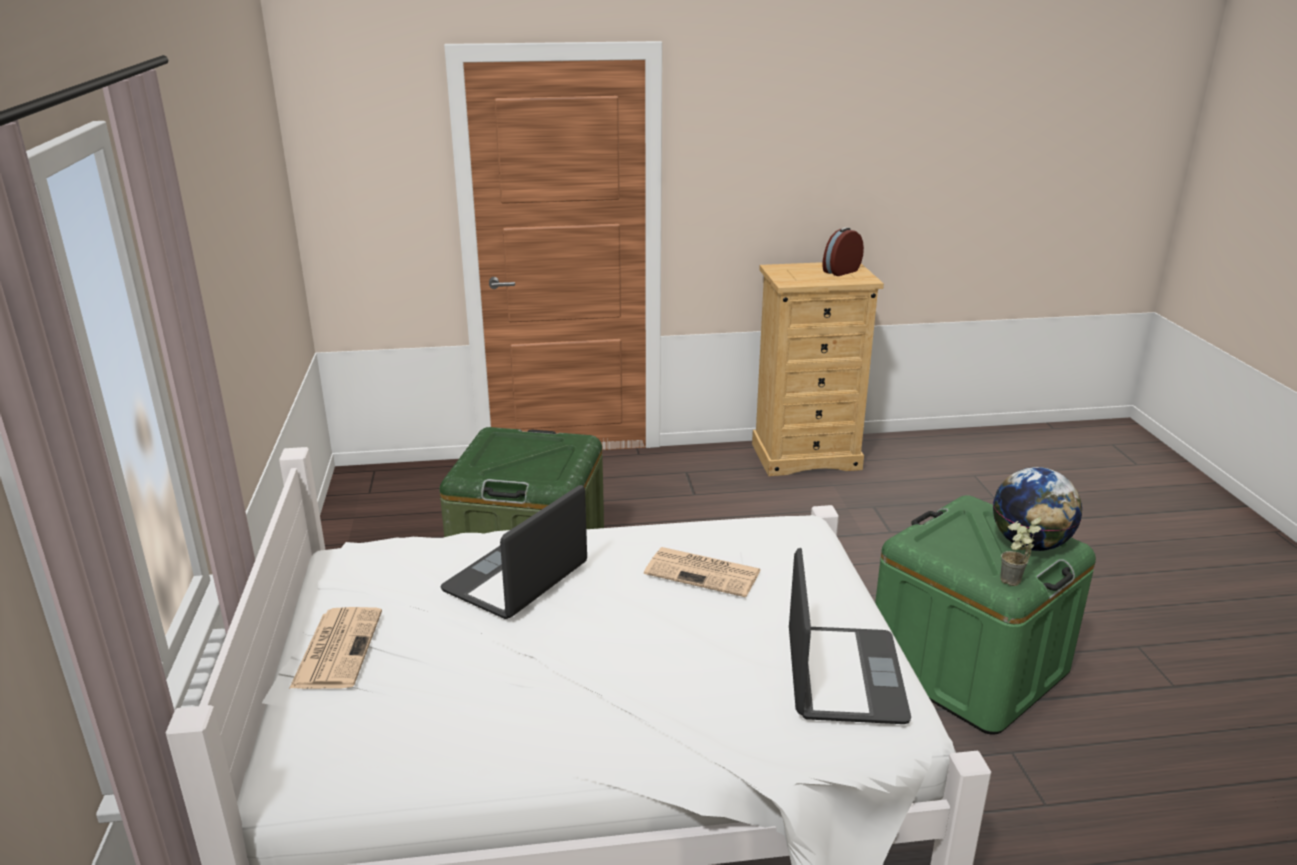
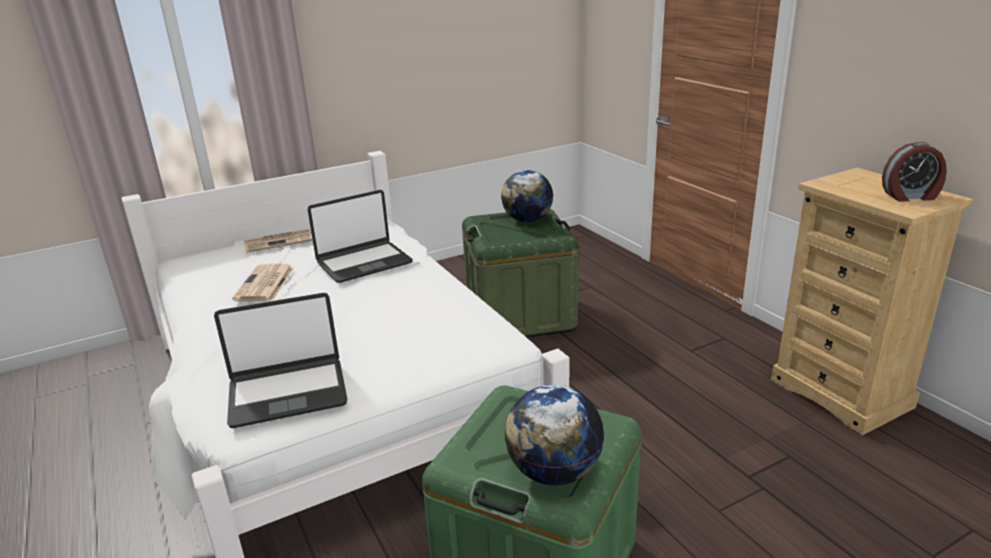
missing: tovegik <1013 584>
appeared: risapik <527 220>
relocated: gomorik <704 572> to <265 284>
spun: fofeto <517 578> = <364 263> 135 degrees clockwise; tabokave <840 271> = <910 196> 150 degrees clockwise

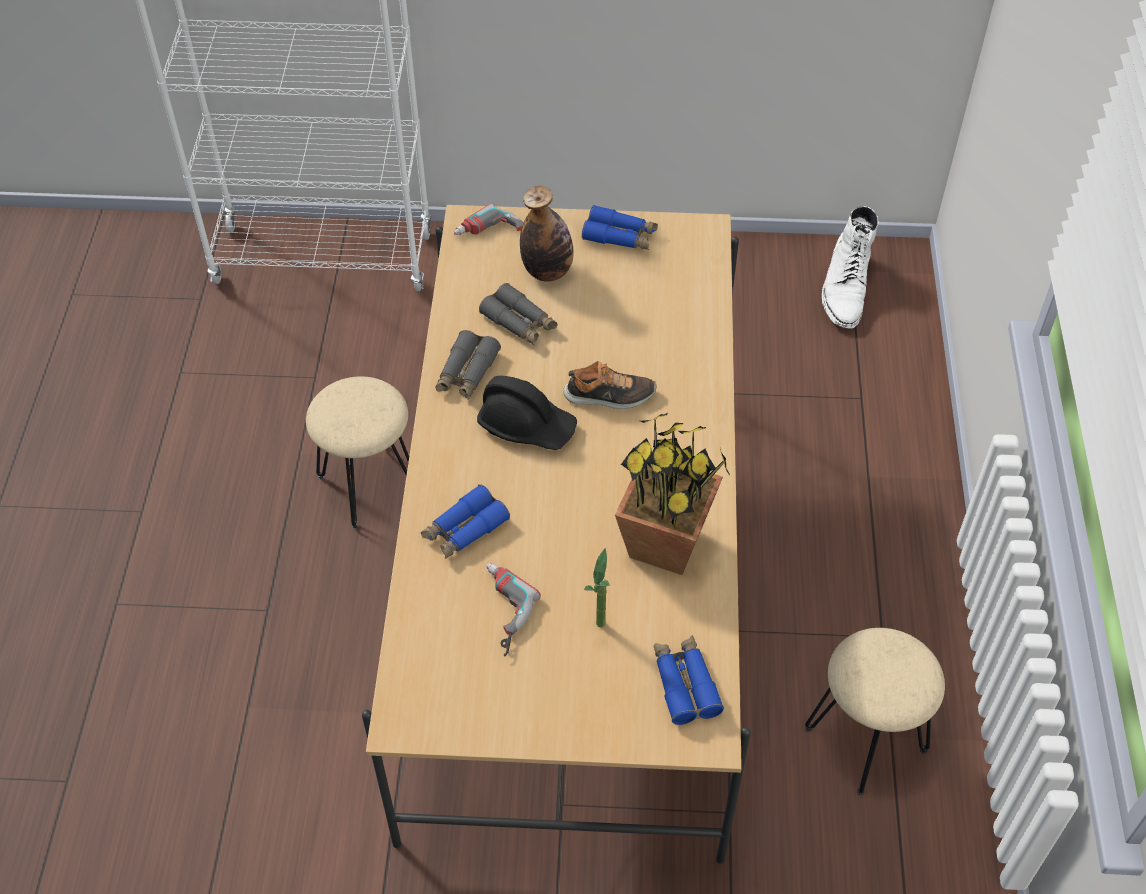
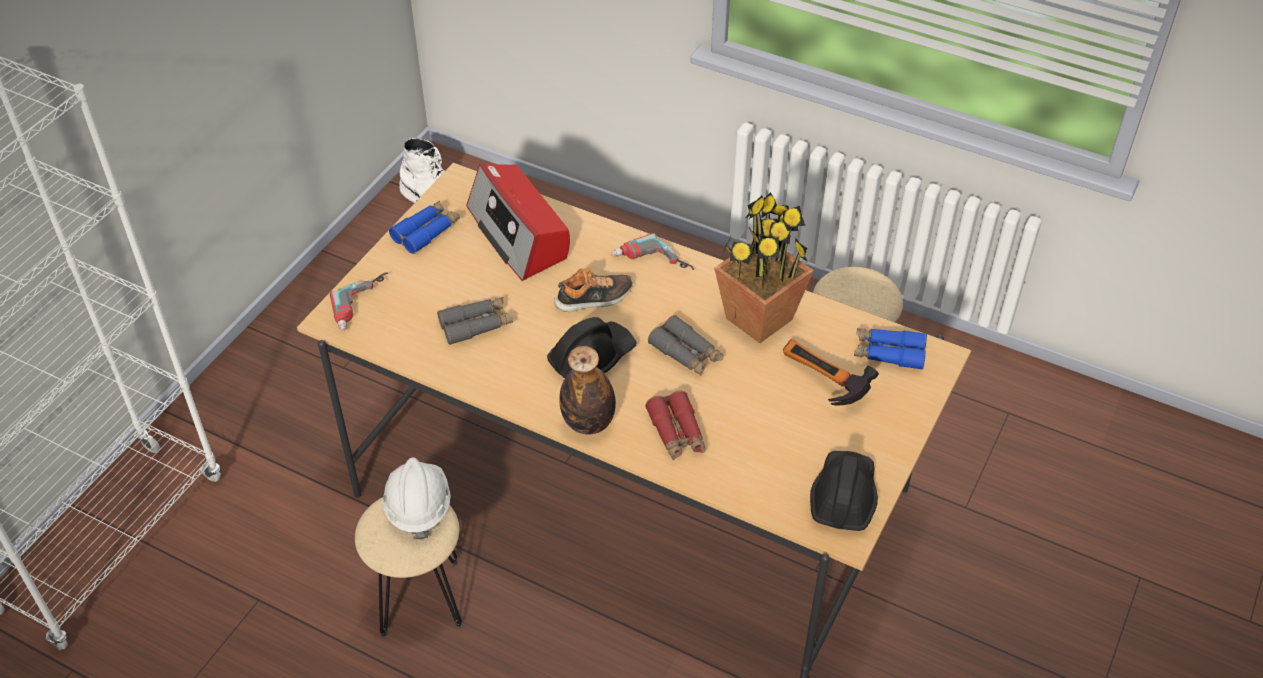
appeared: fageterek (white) <418 507>; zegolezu <519 234>; fageterek (black) <843 497>
relocated: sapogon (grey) <467 373> to <686 353>; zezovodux <498 611> to <651 264>; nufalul <547 271> to <588 423>
exchanged: tovegik <600 632> to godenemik <820 384>
colour: sapogon (blue) <465 529> to sapogon (red) <677 433>
spun: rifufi <609 396> = <594 298> 45 degrees clockwise

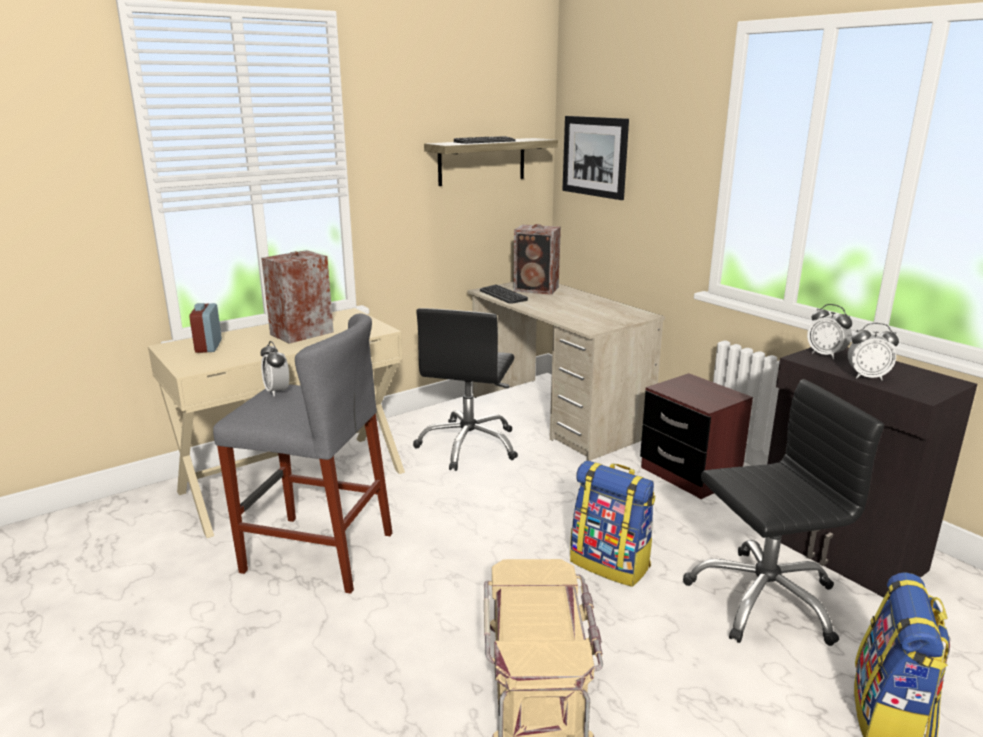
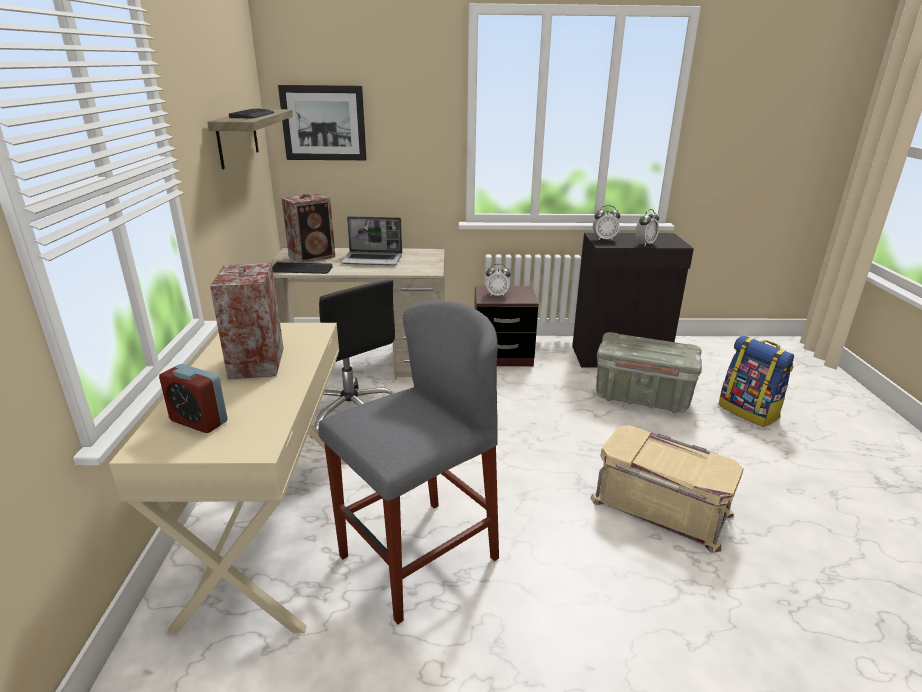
missing: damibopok <611 564>
appeared: fofeto <373 260>
relocated: tabokave <277 391> to <497 295>
exchanged: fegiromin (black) <763 598> to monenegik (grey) <642 397>

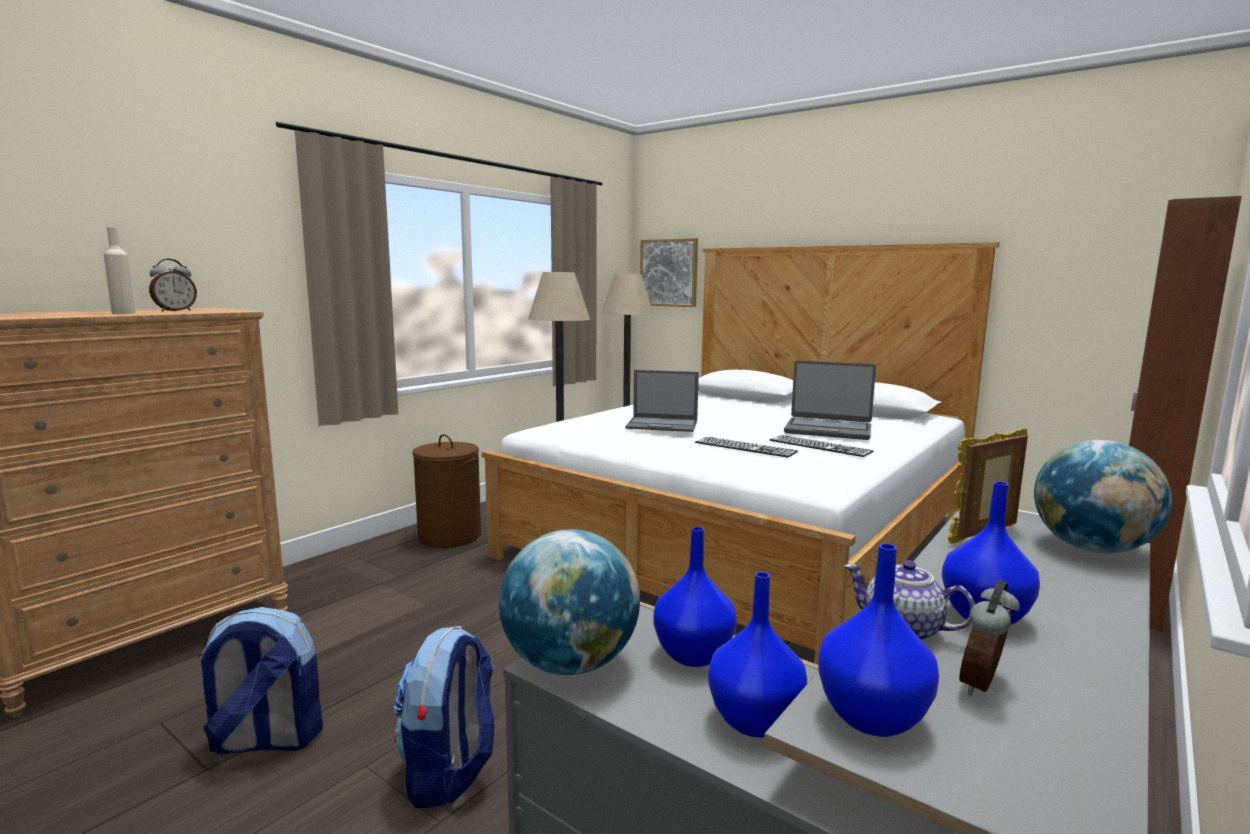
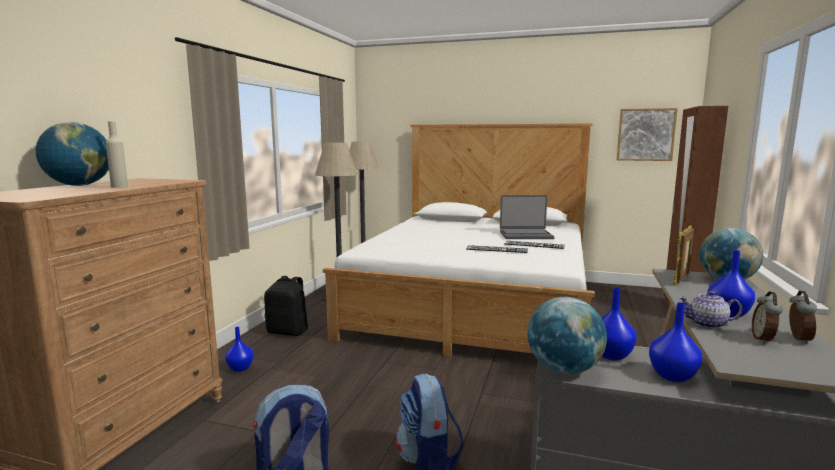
missing: fofeto <663 425>
appeared: risapik <79 186>
relocated: tabokave <175 311> to <797 339>; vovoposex <669 273> to <645 134>; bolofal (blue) <870 718> to <239 368>
exchanged: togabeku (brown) <450 536> to damibopok (black) <288 331>

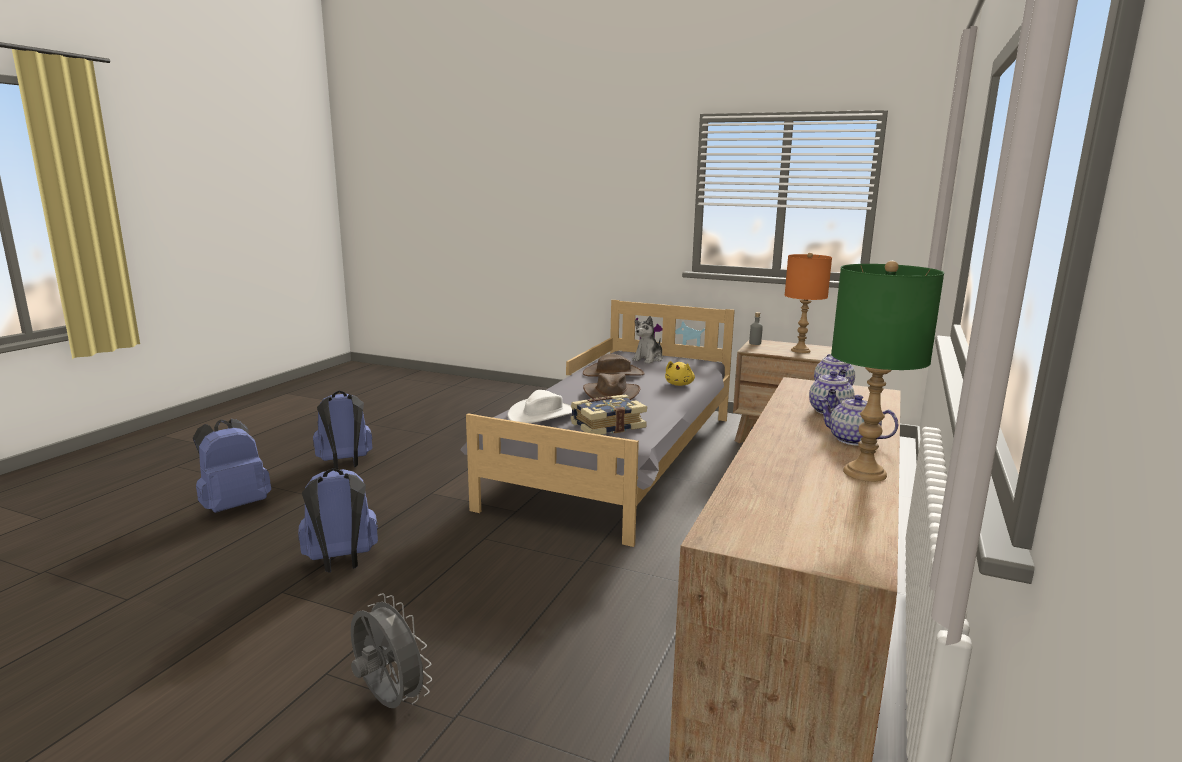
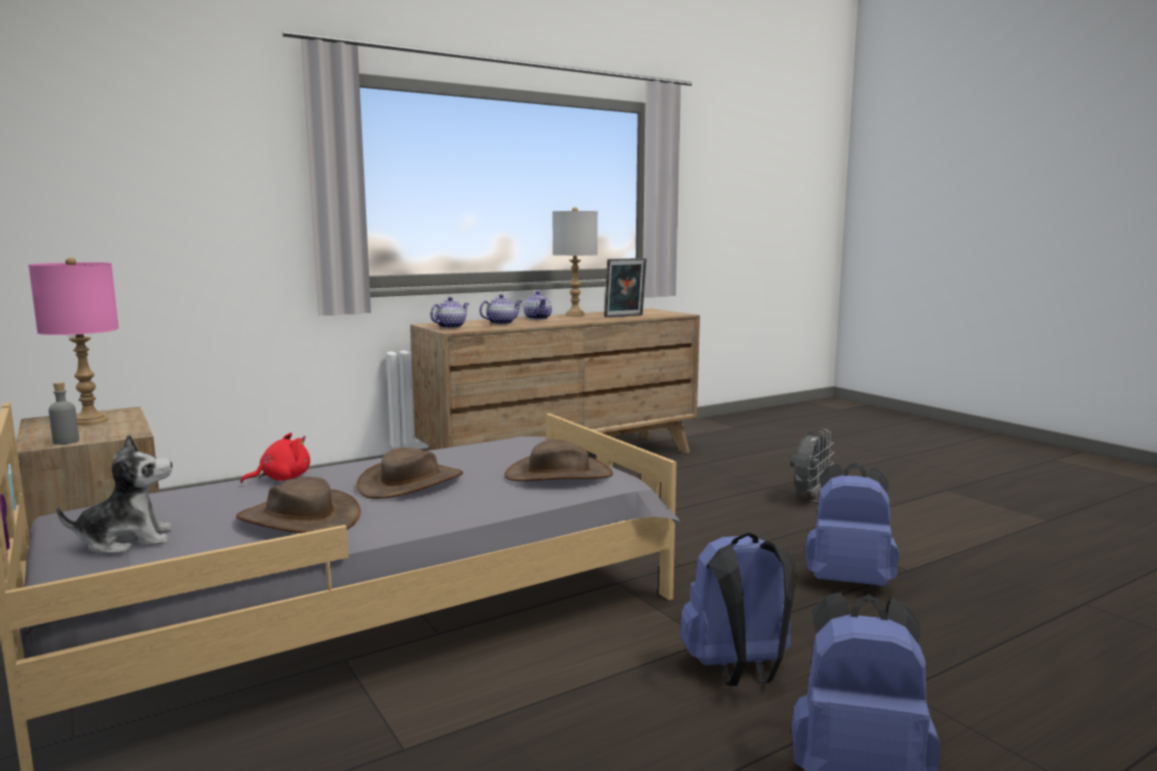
missing: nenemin <607 426>
appeared: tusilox <625 316>
relocated: damibopok (blue) <234 506> to <738 672>
colour: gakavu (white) <543 414> to gakavu (brown) <558 475>; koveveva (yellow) <679 384> to koveveva (red) <282 479>; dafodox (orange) <800 351> to dafodox (pink) <90 421>; dafodox (green) <864 472> to dafodox (grey) <574 315>
spun: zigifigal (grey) <388 701> = <809 498> 135 degrees counterclockwise

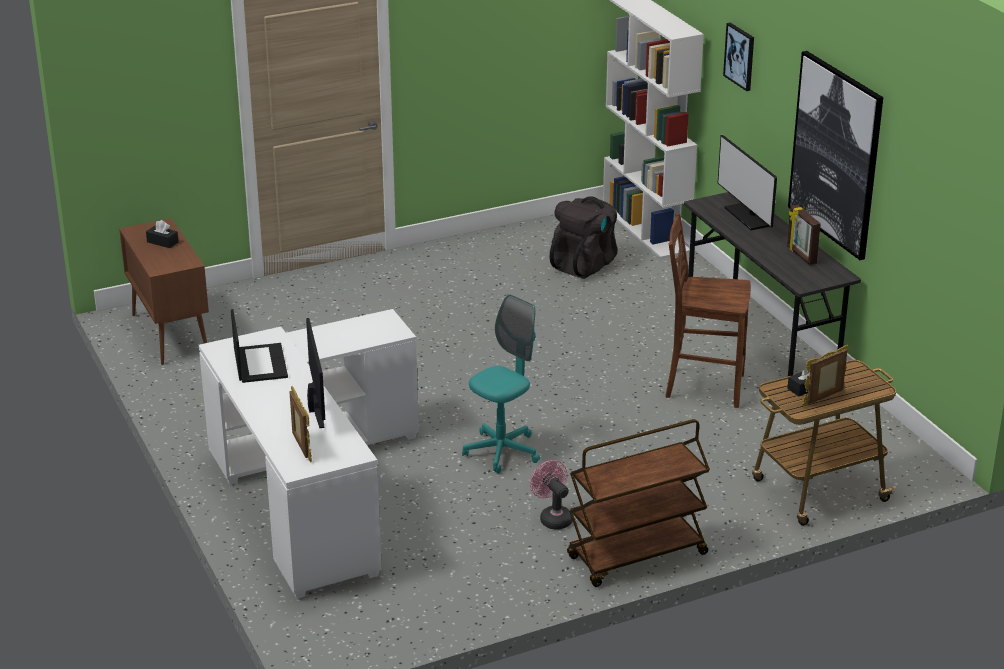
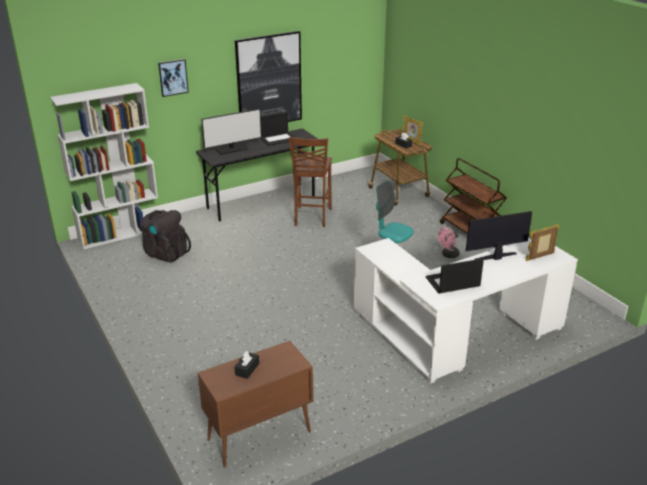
exchanged: tusilox <800 255> to fofeto <278 139>

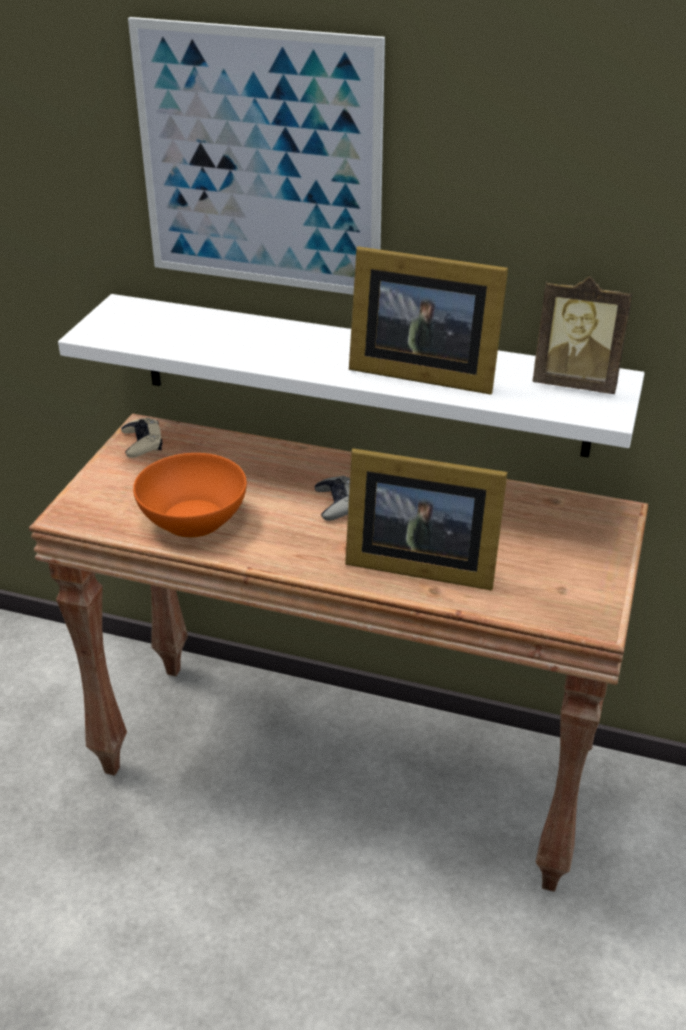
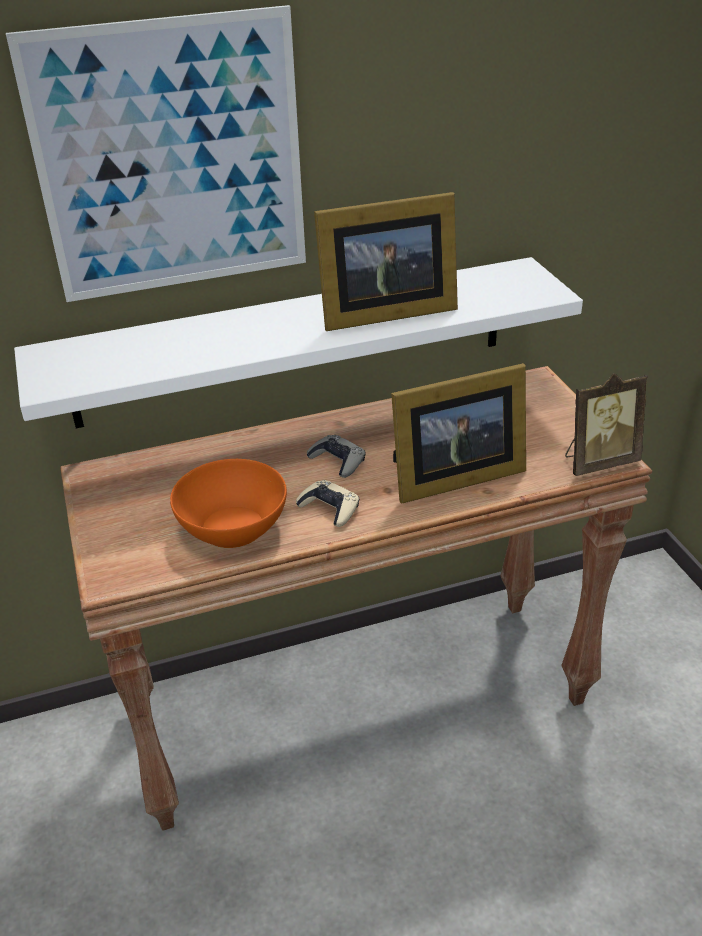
relocated: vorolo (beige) <142 443> to <329 508>; tusilox <575 383> to <598 462>

